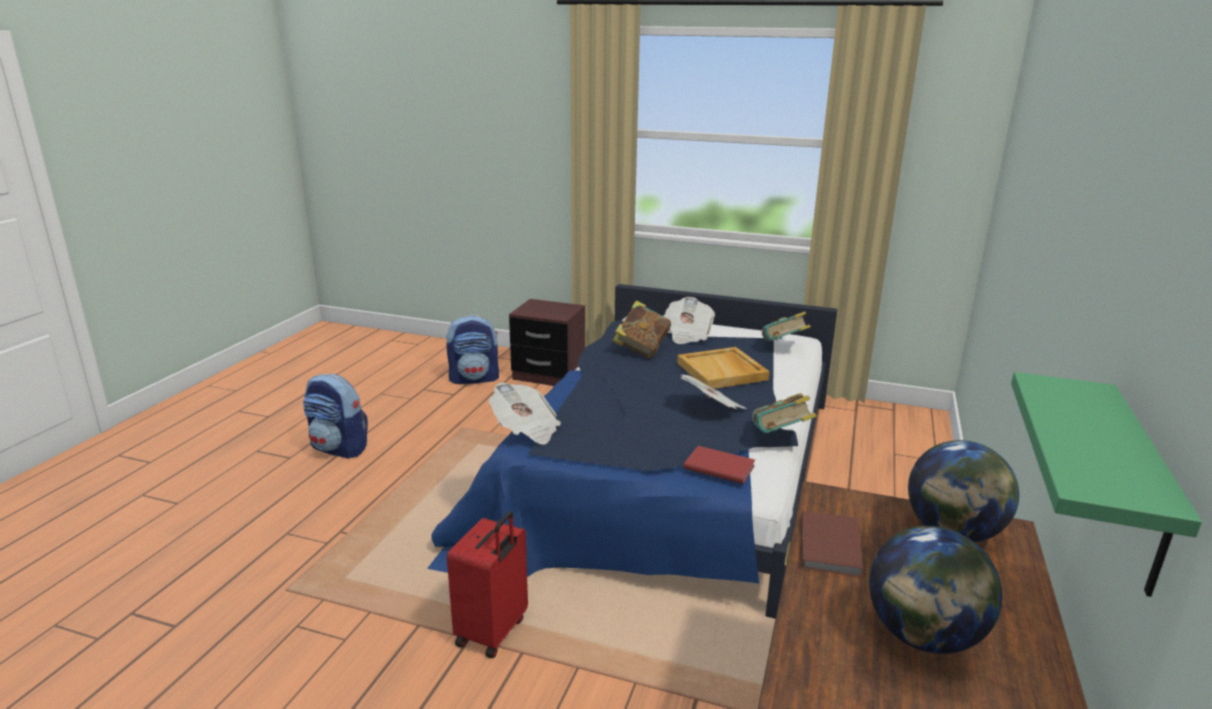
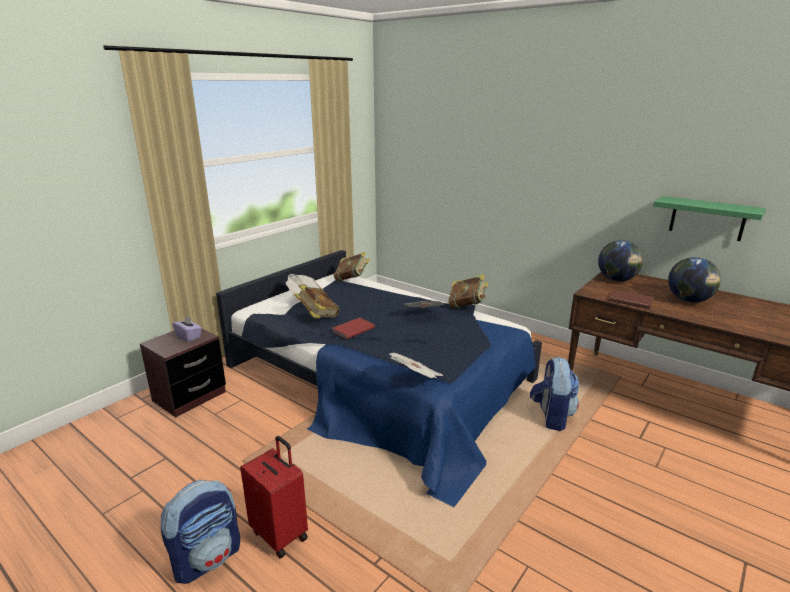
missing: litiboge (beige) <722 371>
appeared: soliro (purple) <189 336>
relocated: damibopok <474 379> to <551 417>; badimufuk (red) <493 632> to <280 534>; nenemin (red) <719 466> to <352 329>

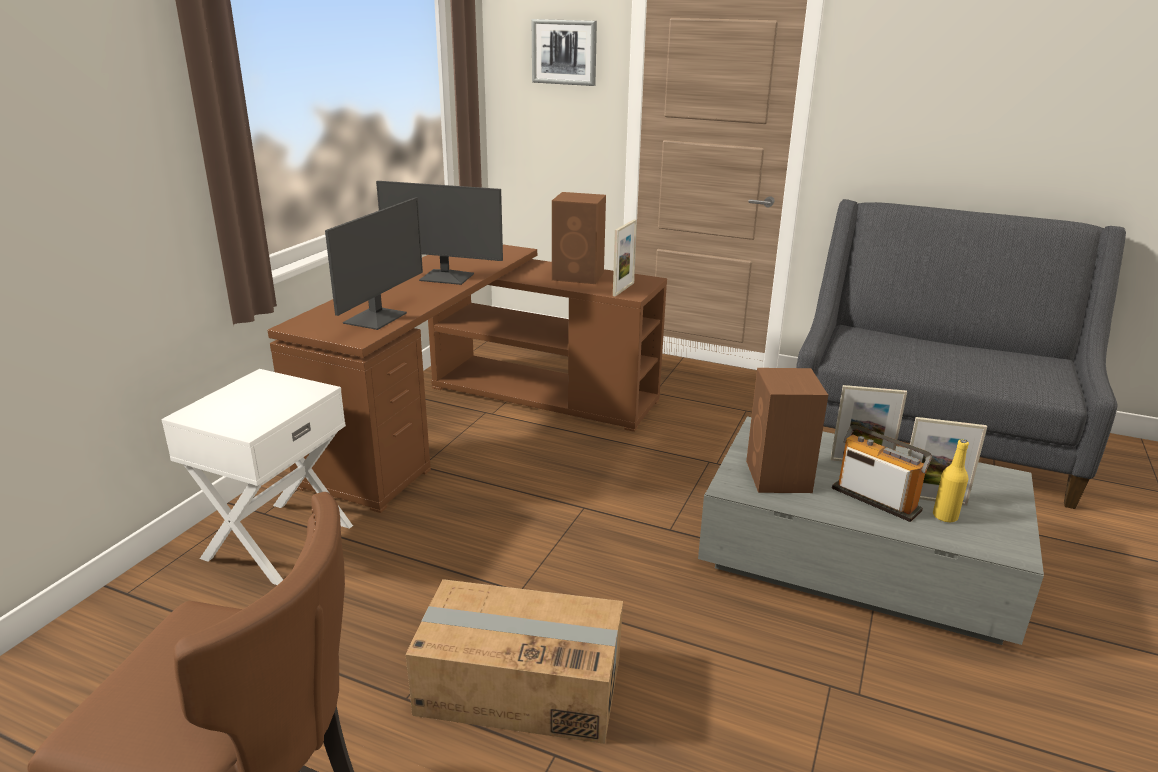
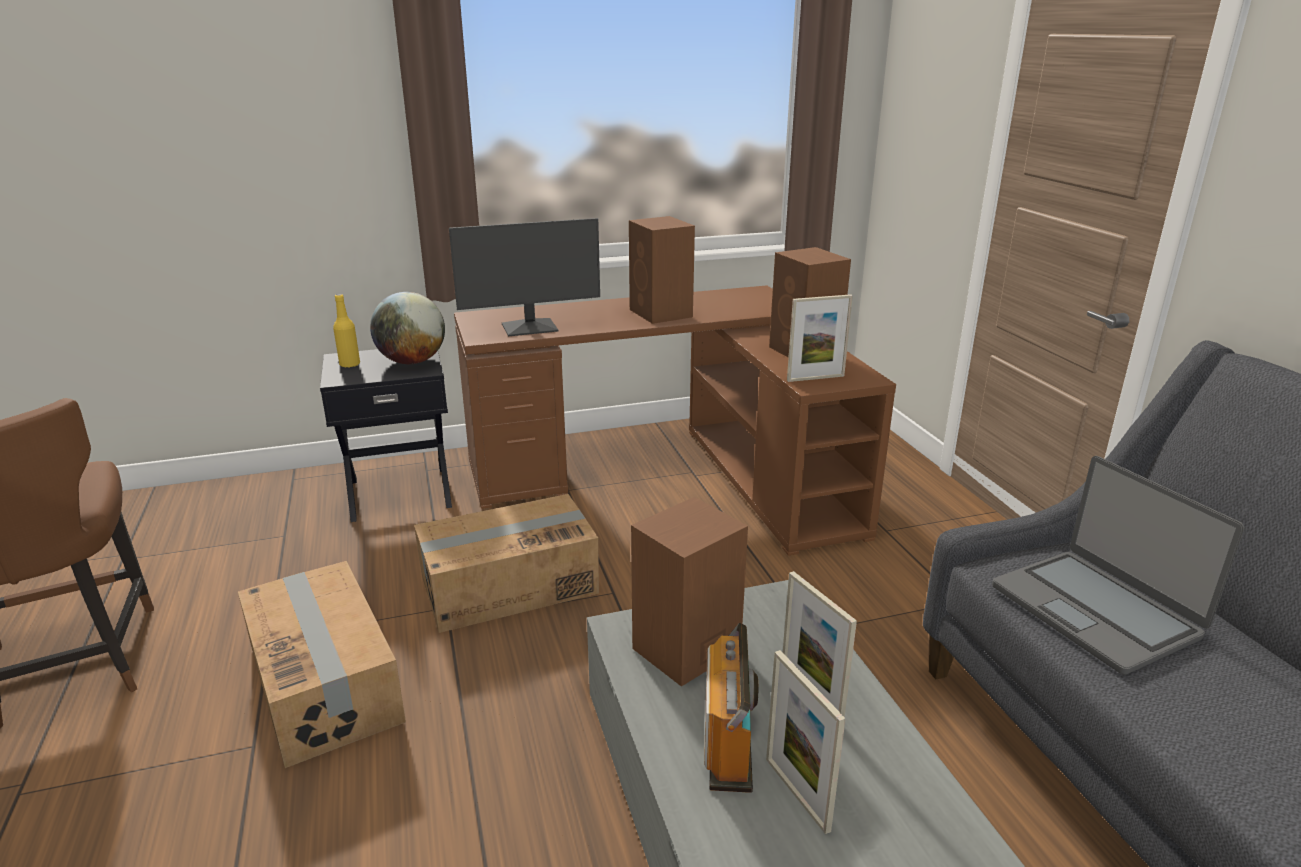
missing: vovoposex <564 52>
appeared: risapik <412 361>; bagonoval <508 585>; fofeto <1095 611>
relocated: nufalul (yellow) <945 516> to <350 364>
exchanged: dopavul <446 278> to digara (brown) <661 314>
colour: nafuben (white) <277 541> to nafuben (black) <400 492>

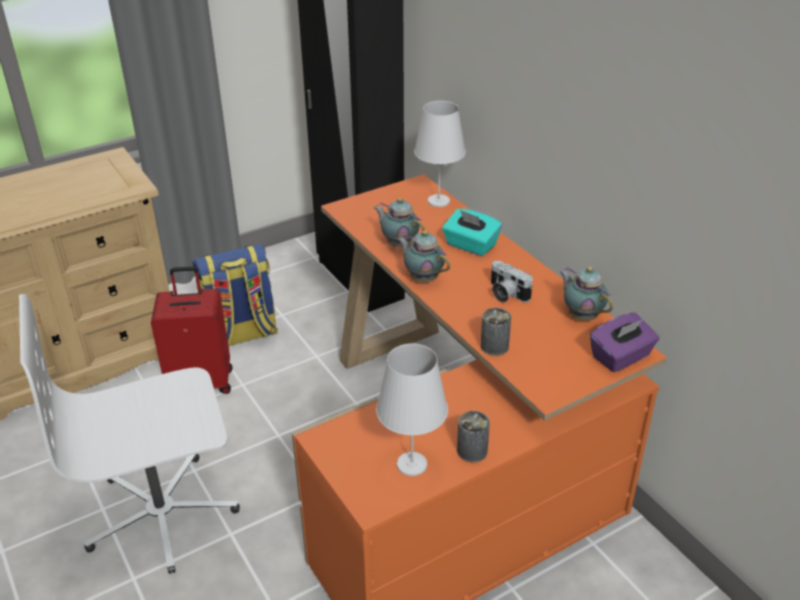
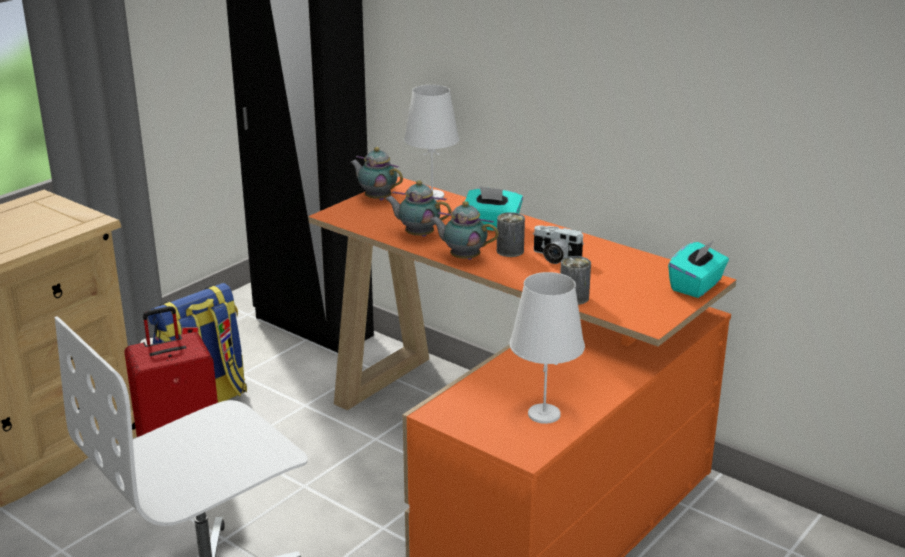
relocated: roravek <472 451> to <510 251>; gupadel <581 316> to <376 198>
colour: soliro (purple) <621 357> to soliro (turquoise) <696 286>

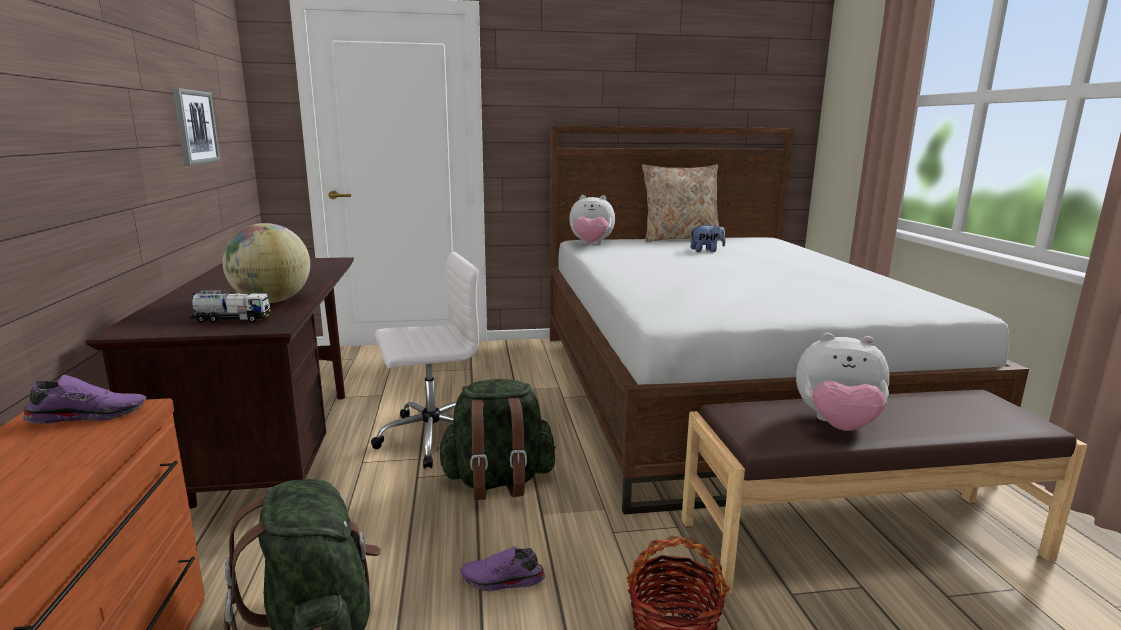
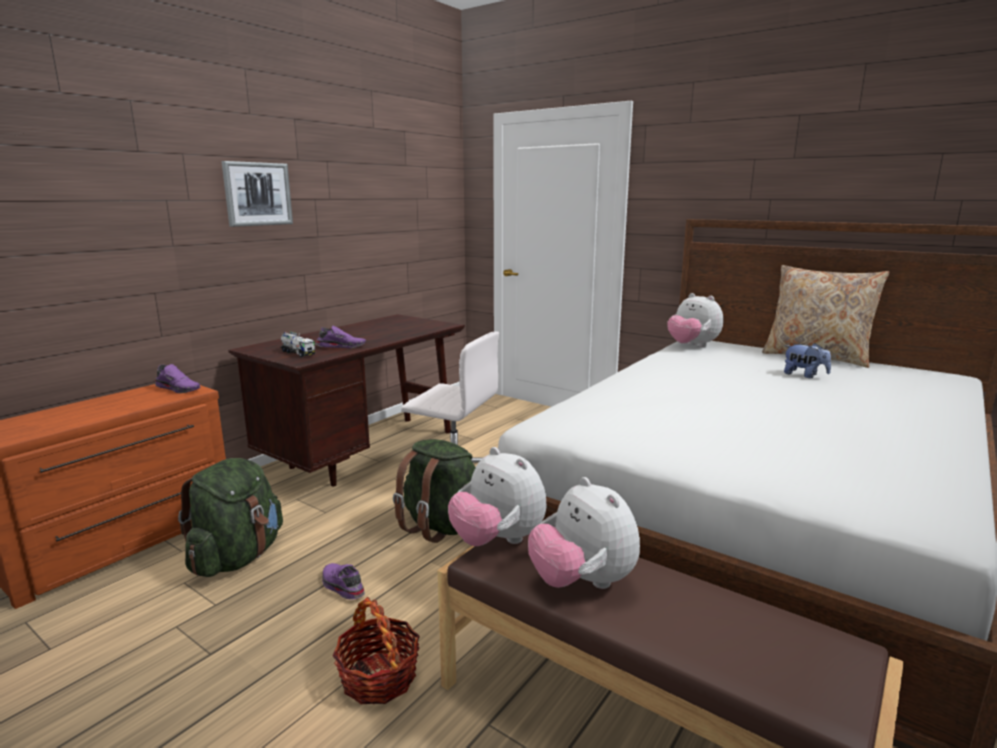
appeared: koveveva <497 541>
relocated: vovoposex <195 127> to <257 194>
exchanged: risapik <272 301> to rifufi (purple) <341 346>

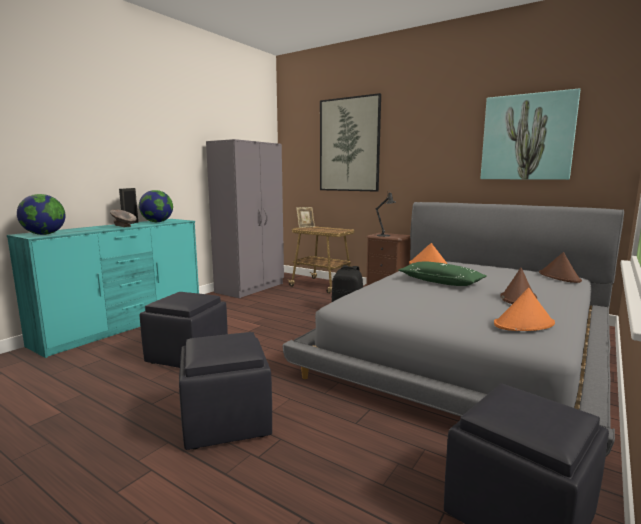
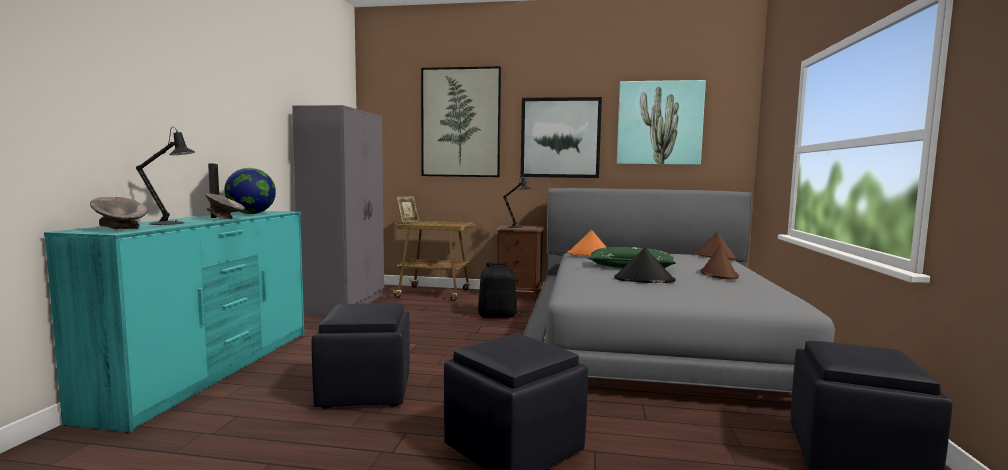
missing: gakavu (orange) <524 324>
appeared: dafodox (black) <171 223>; vovoposex <560 138>; gakavu (black) <644 280>
exchanged: risapik <44 234> to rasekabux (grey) <121 229>

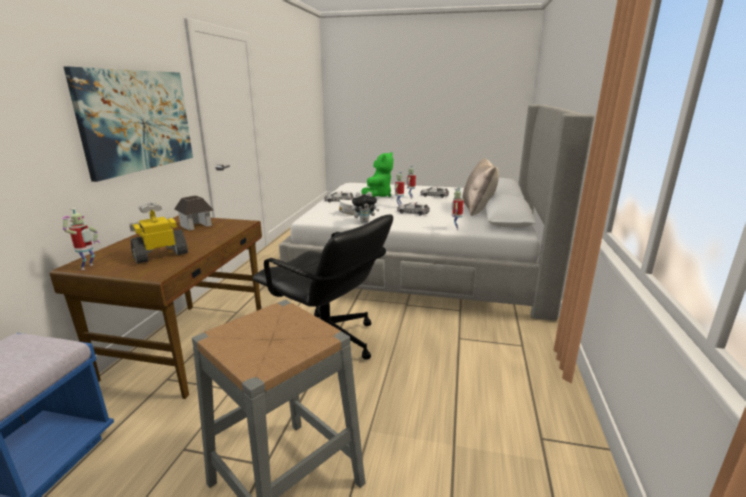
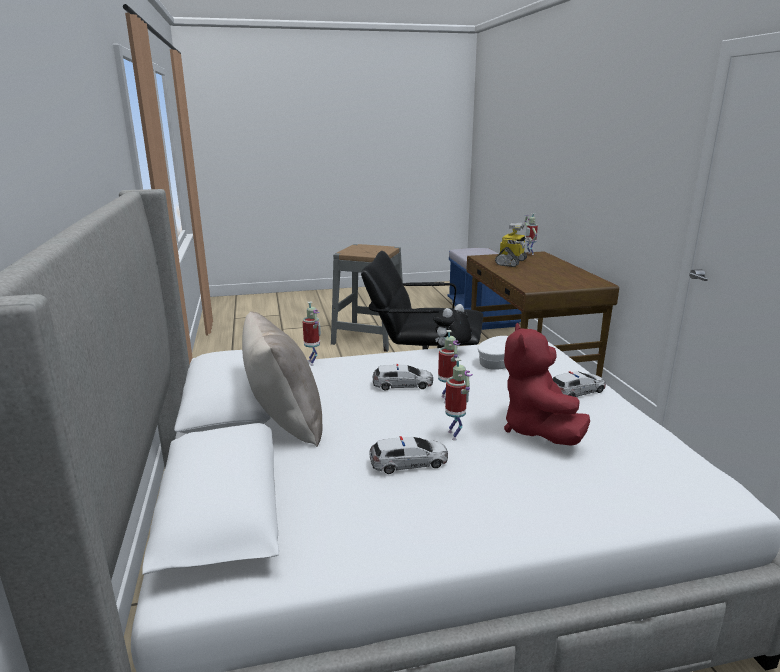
missing: vovoposex <138 120>; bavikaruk <196 225>
colour: koveveva (green) <377 196> to koveveva (red) <538 430>

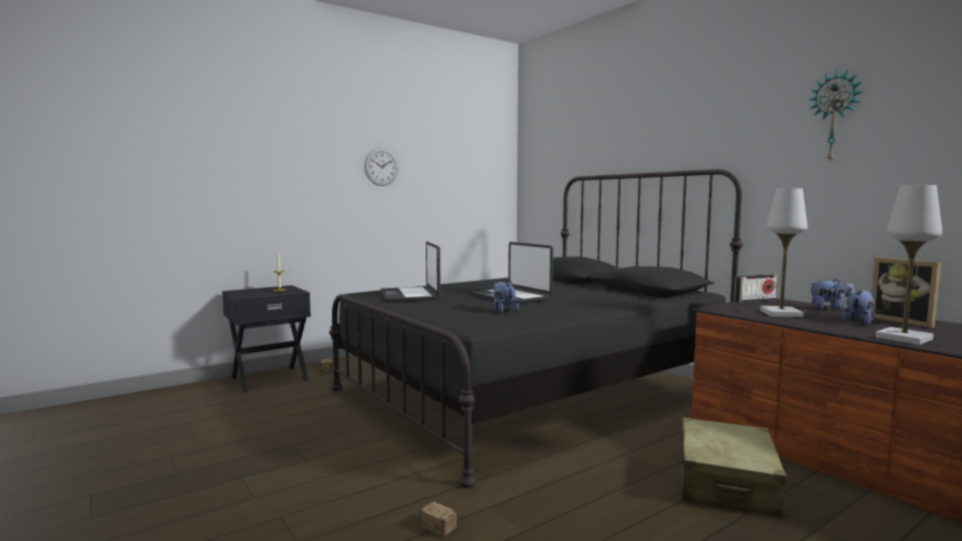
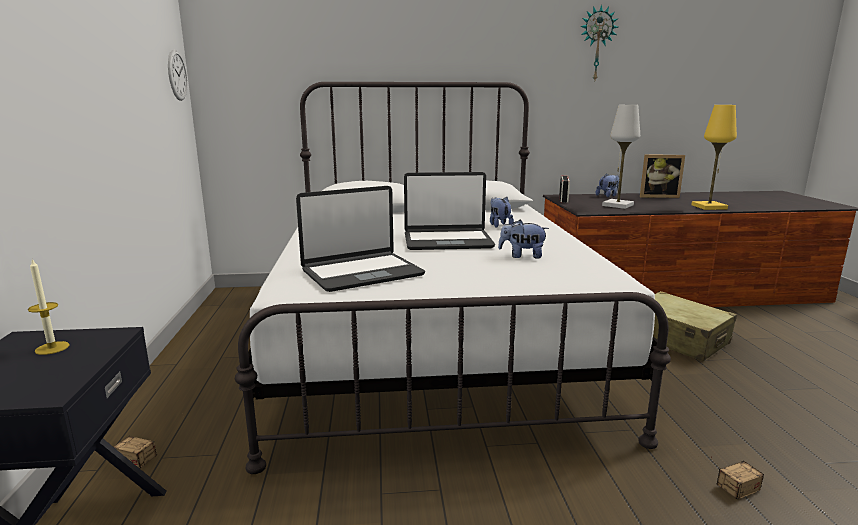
relocated: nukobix <381 167> to <177 75>; koveveva <859 322> to <499 225>
colour: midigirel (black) <531 391> to midigirel (white) <432 342>; dafodox (white) <904 338> to dafodox (yellow) <709 207>
spun: fofeto <410 295> = <361 273> 45 degrees counterclockwise

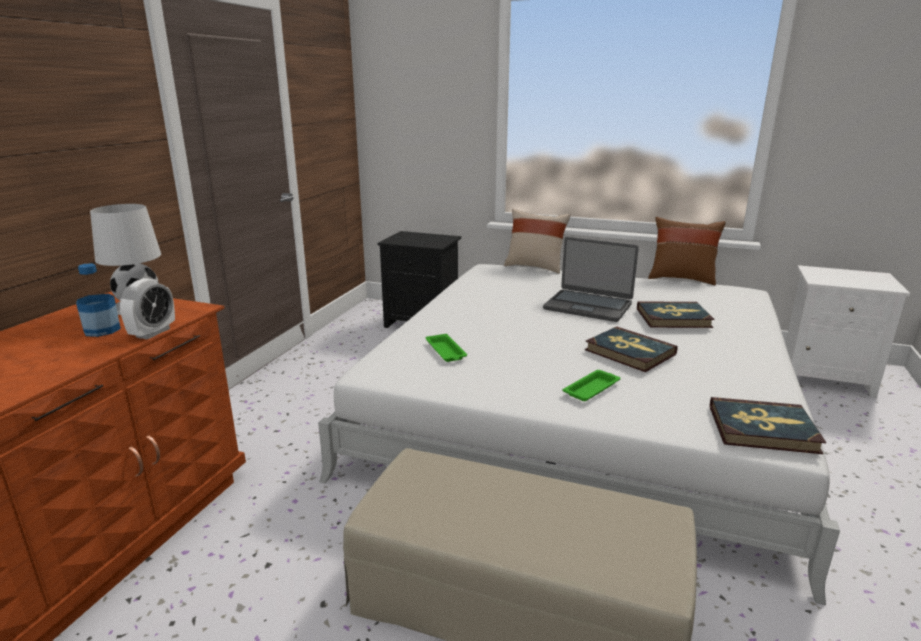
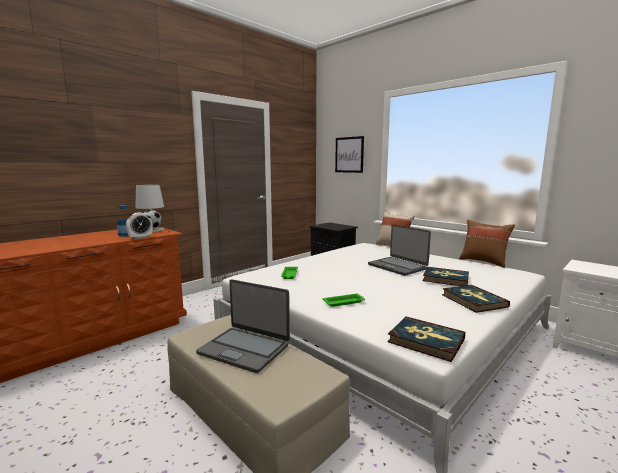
appeared: fofeto <244 349>; vovoposex <349 154>
relocated: nenemin <629 352> to <473 300>

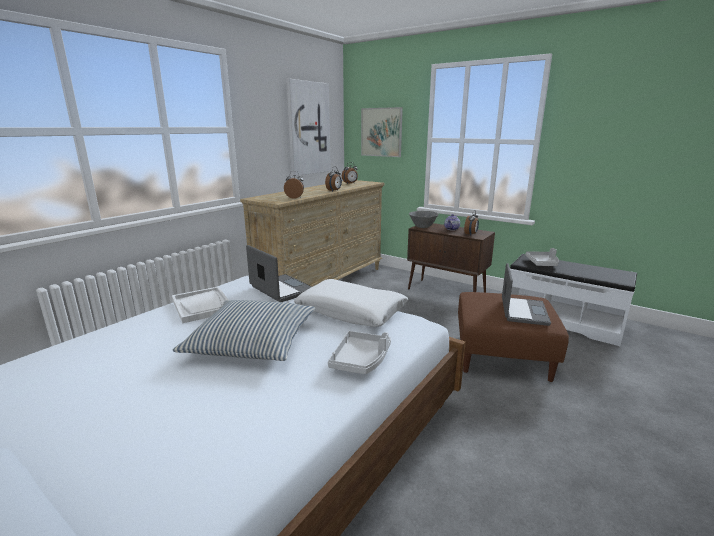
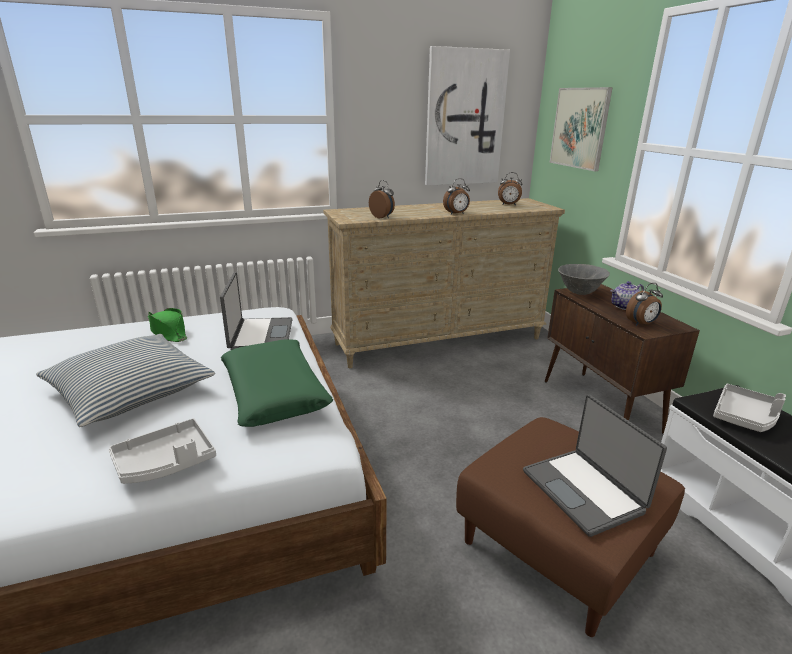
exchanged: litiboge (white) <202 306> to gakavu (green) <168 332>
colour: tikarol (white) <351 311> to tikarol (green) <274 392>
spun: fofeto <522 311> = <584 491> 105 degrees clockwise

